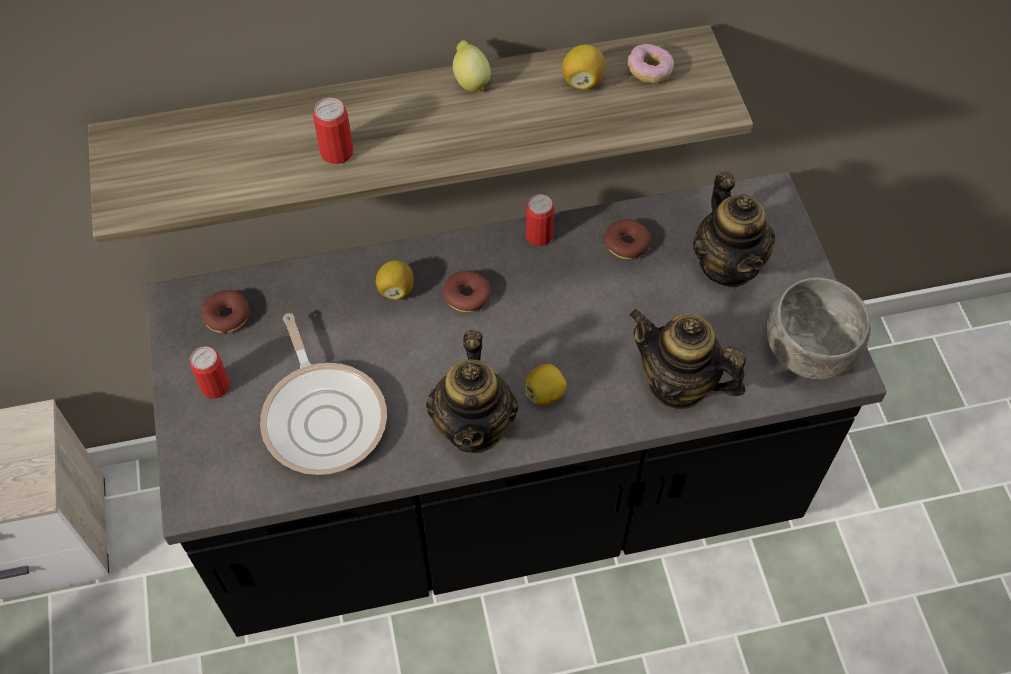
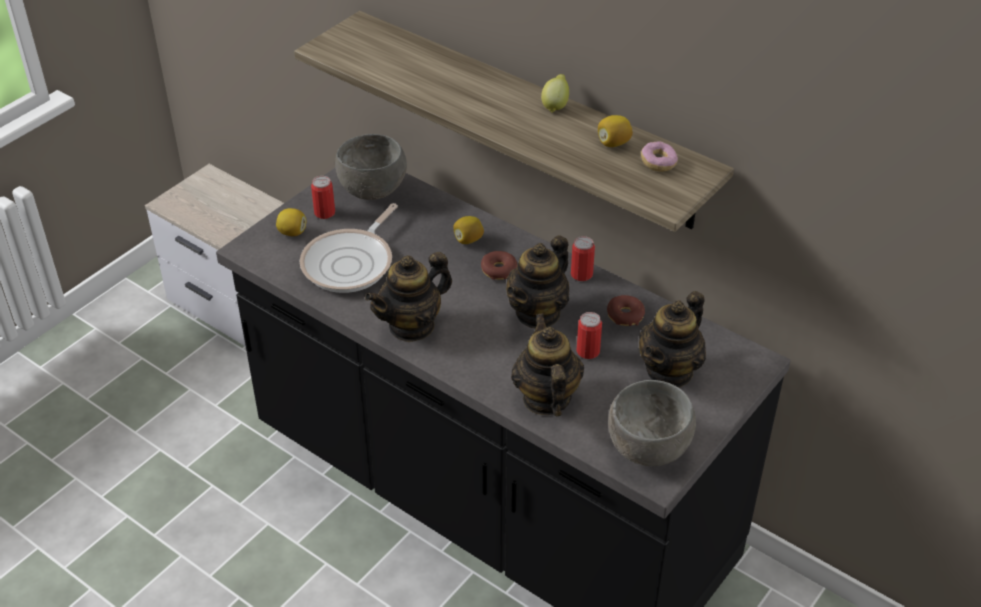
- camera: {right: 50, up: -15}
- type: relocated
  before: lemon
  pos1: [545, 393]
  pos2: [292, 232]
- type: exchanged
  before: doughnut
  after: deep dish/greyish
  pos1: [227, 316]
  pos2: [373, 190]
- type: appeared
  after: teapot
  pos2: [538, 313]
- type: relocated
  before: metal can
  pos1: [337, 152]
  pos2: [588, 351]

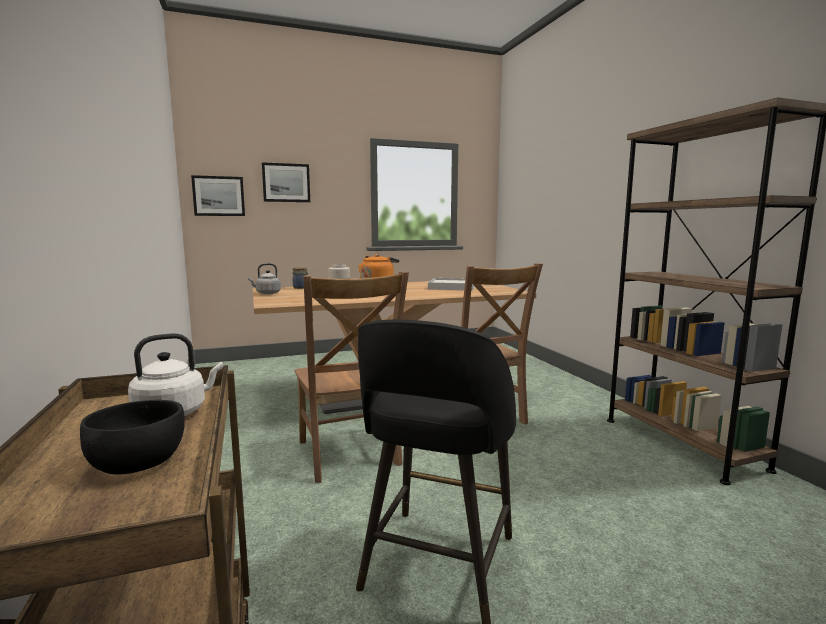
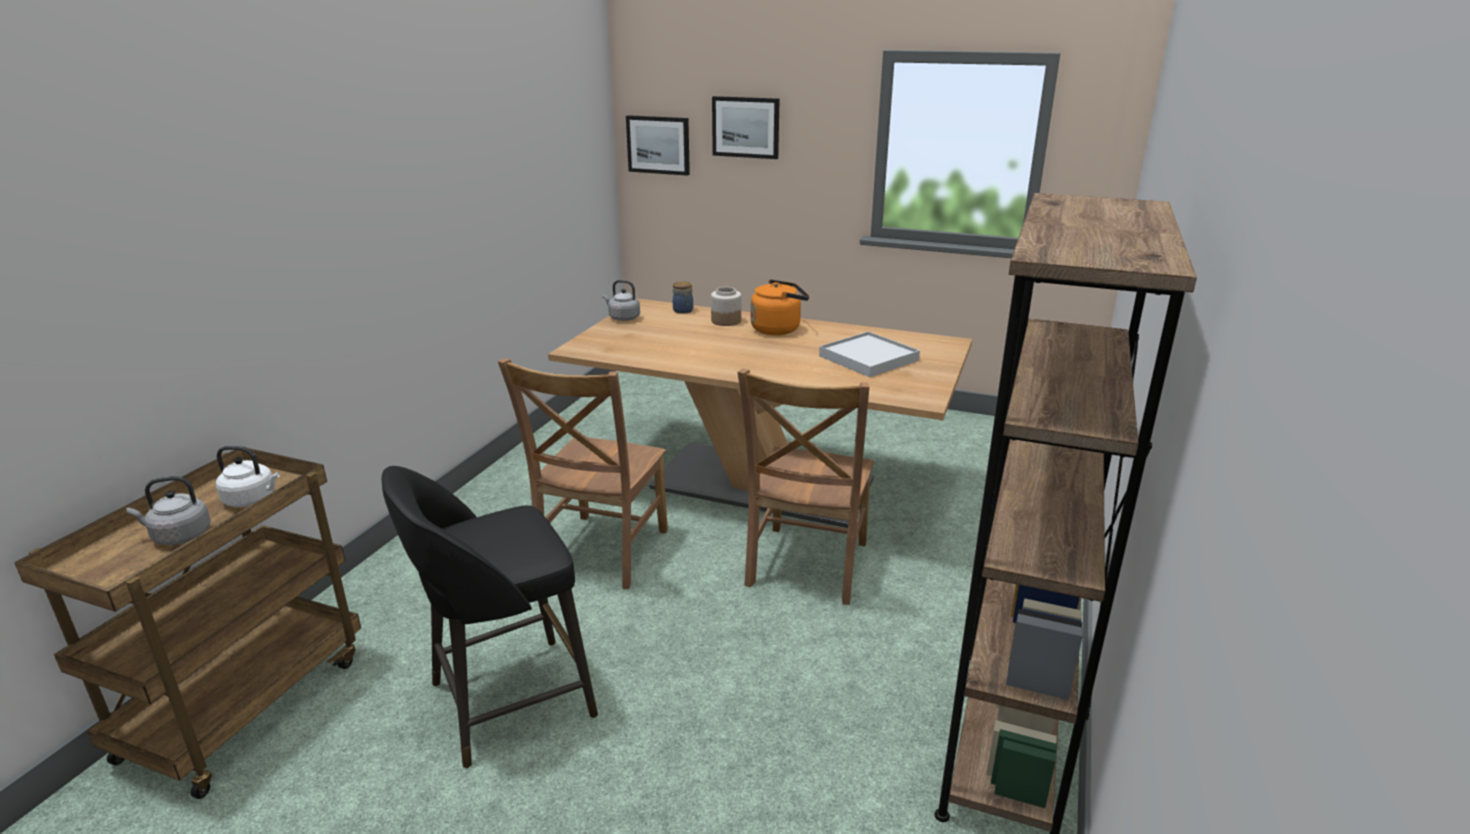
- camera: {right: 40, up: 15}
- type: exchanged
  before: deep dish/black-coloured
  after: water kettle/greyish
  pos1: [138, 461]
  pos2: [179, 536]

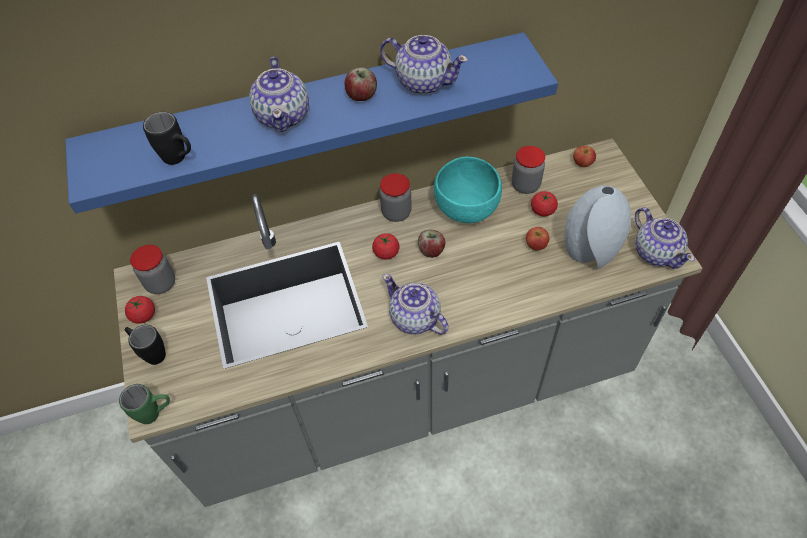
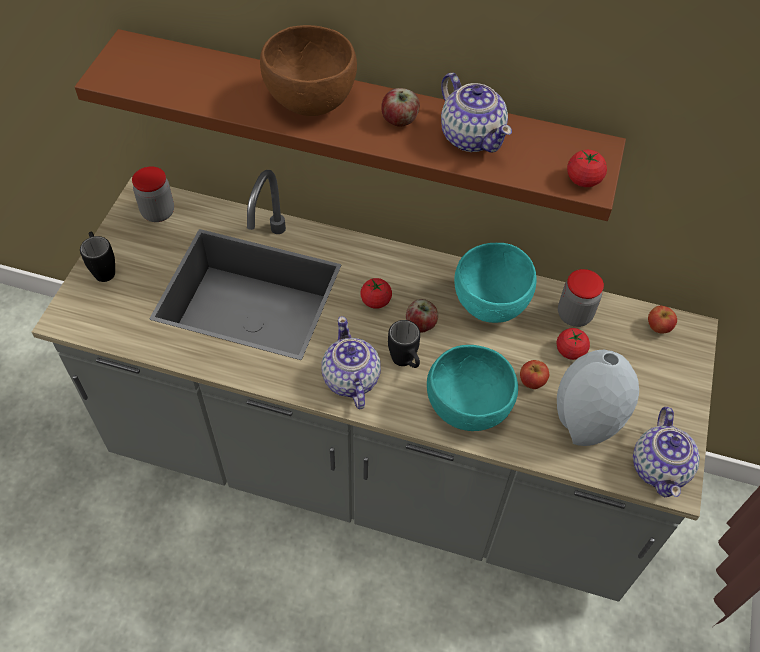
- camera: {right: 30, up: 0}
- type: colour
  before: shelf/bluish
  after: shelf/brownish
  pos1: [311, 114]
  pos2: [360, 117]
- type: exchanged
  before: teapot
  after: deep dish/brownish
  pos1: [283, 115]
  pos2: [312, 102]
- type: relocated
  before: tea mug/black-coloured
  pos1: [180, 159]
  pos2: [405, 363]
- type: appeared
  after: deep dish/turquoise
  pos2: [468, 409]
- type: relocated
  before: tomato
  pos1: [144, 315]
  pos2: [583, 180]
- type: missing
  before: tea mug/greenish
  pos1: [156, 413]
- type: missing
  before: storage jar
  pos1: [396, 212]

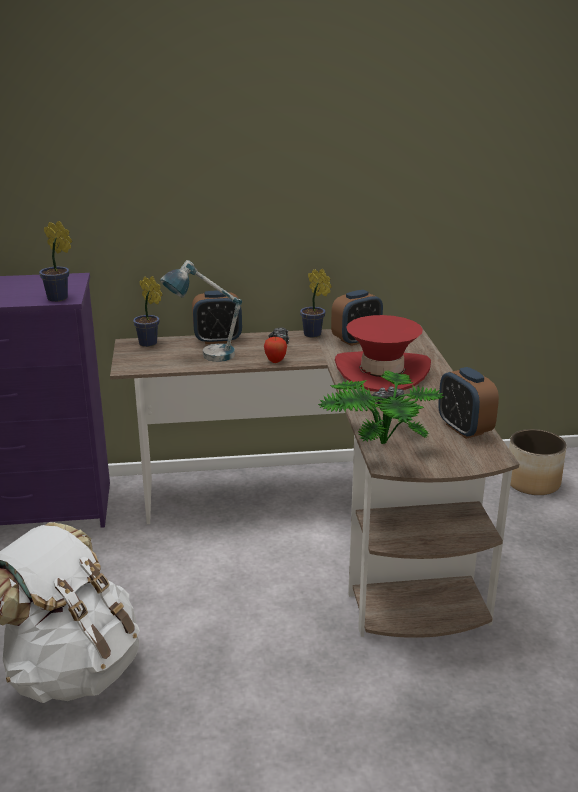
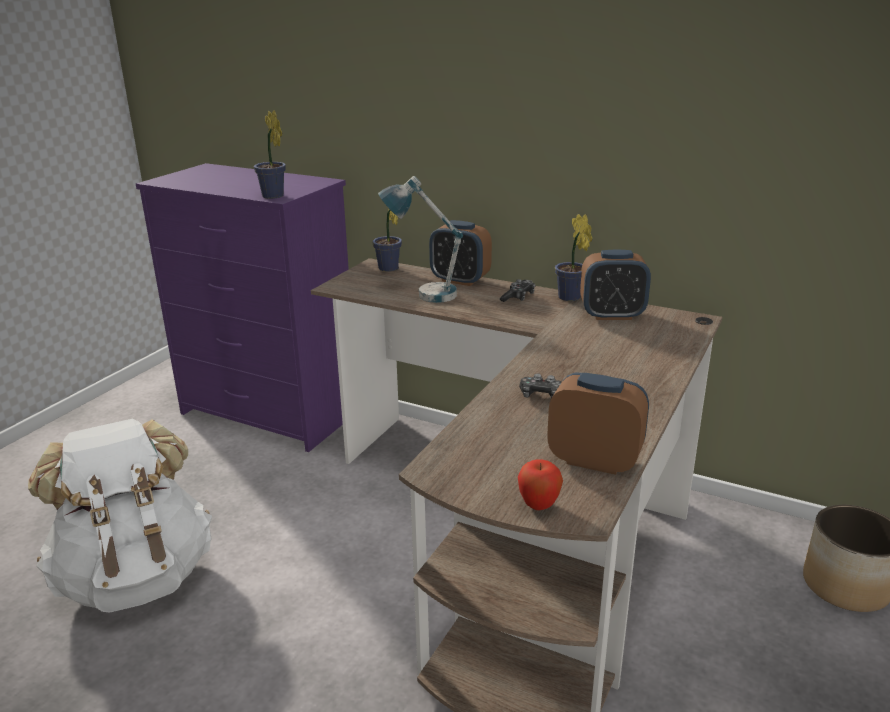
- camera: {right: 35, up: 0}
- type: relocated
  before: whole apple
  pos1: [275, 361]
  pos2: [539, 505]
- type: spun
  before: bedside clock
  pos1: [464, 429]
  pos2: [594, 460]
  turn: 105
- type: missing
  before: plant in a pot
  pos1: [376, 446]
- type: missing
  before: wearable hat/red-coloured
  pos1: [382, 372]

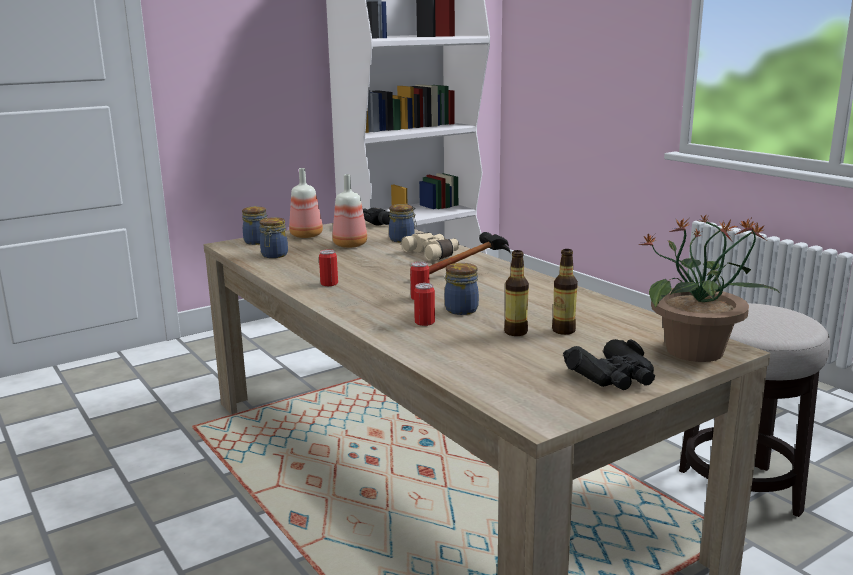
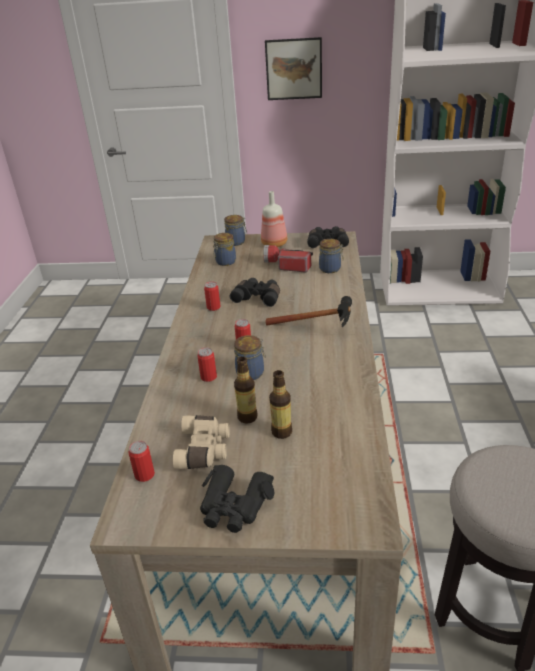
- camera: {right: 40, up: 15}
- type: appeared
  after: metal can
  pos2: [144, 475]
- type: relocated
  before: field glasses/beige
  pos1: [433, 254]
  pos2: [205, 449]
- type: appeared
  after: field glasses/black-coloured
  pos2: [258, 297]
- type: exchanged
  before: bottle
  after: flashlight
  pos1: [351, 245]
  pos2: [287, 265]
- type: appeared
  after: wall picture
  pos2: [294, 69]
- type: missing
  before: plant in a pot
  pos1: [696, 351]

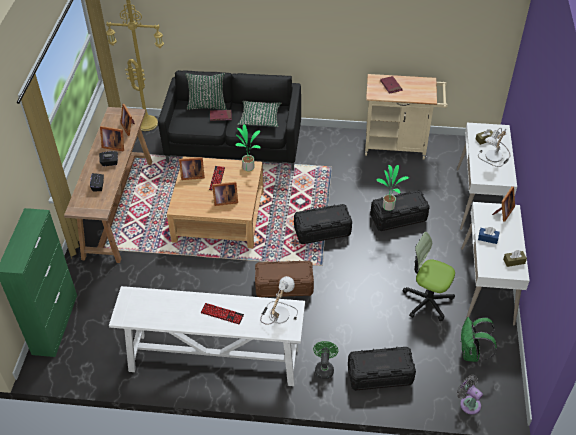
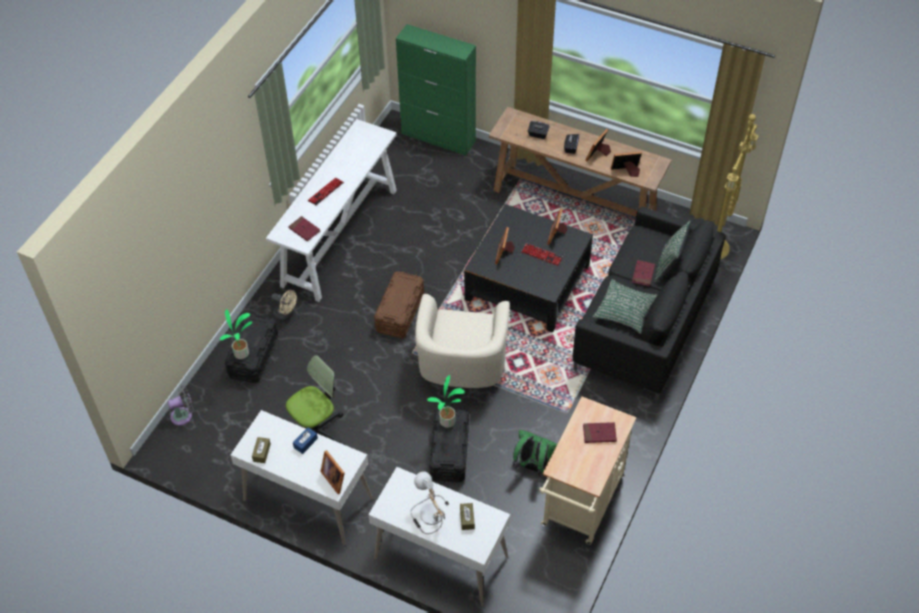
- camera: {right: 110, up: 5}
- type: relocated
  before: plant in a pot
  pos1: [248, 166]
  pos2: [242, 354]
- type: colour
  before: electric fan/greenish
  after: electric fan/beige
  pos1: [324, 368]
  pos2: [286, 315]
- type: exchanged
  before: table lamp
  after: volume/red-coloured
  pos1: [277, 313]
  pos2: [304, 230]
- type: exchanged
  before: storage bin/black-coloured
  after: lounge chair/beige
  pos1: [322, 231]
  pos2: [461, 369]
- type: colour
  before: low table/beige
  after: low table/black-coloured
  pos1: [218, 215]
  pos2: [527, 282]
- type: relocated
  before: knapsack/greenish
  pos1: [471, 353]
  pos2: [533, 466]

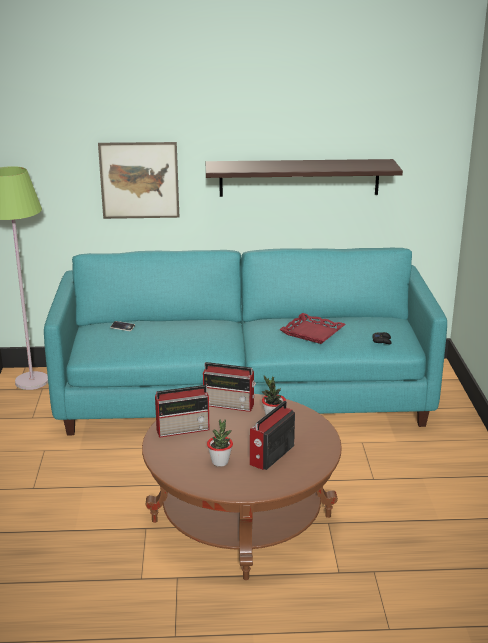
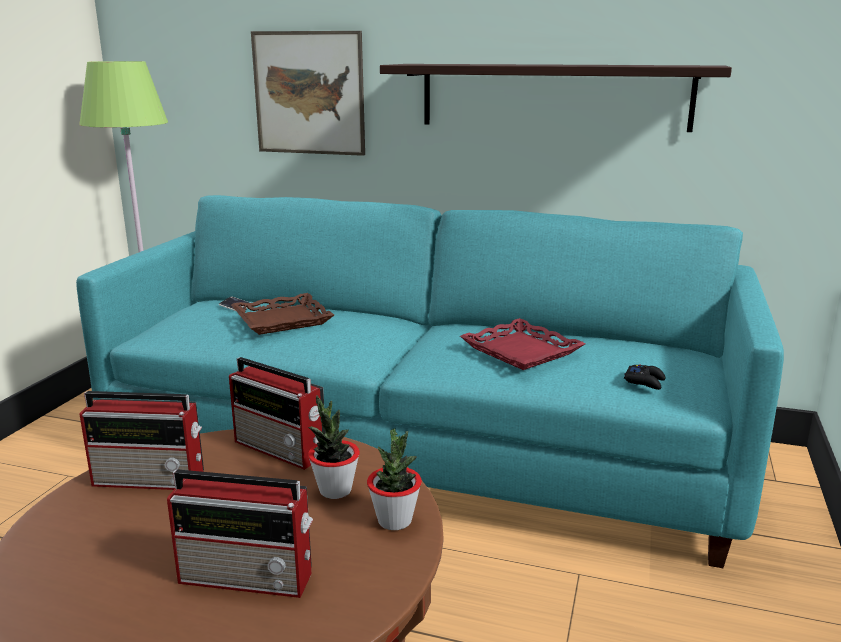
- camera: {right: 20, up: -5}
- type: spun
  before: radio
  pos1: [271, 455]
  pos2: [249, 577]
  turn: -135
- type: appeared
  after: carrying tray/brownish
  pos2: [282, 320]
- type: relocated
  before: plant in a pot
  pos1: [220, 462]
  pos2: [394, 521]

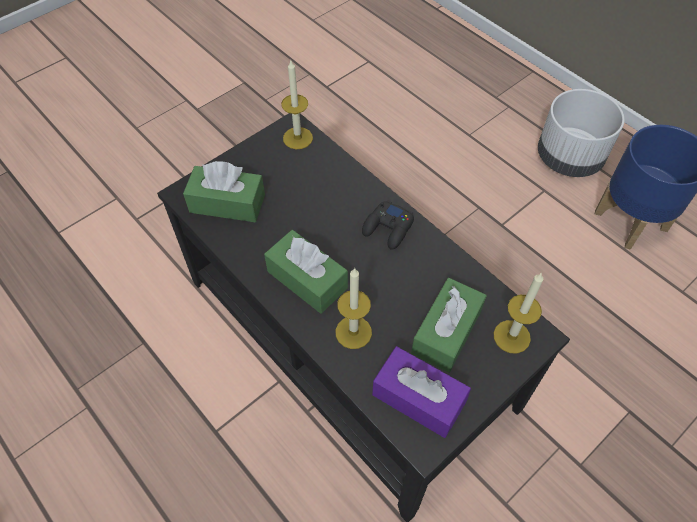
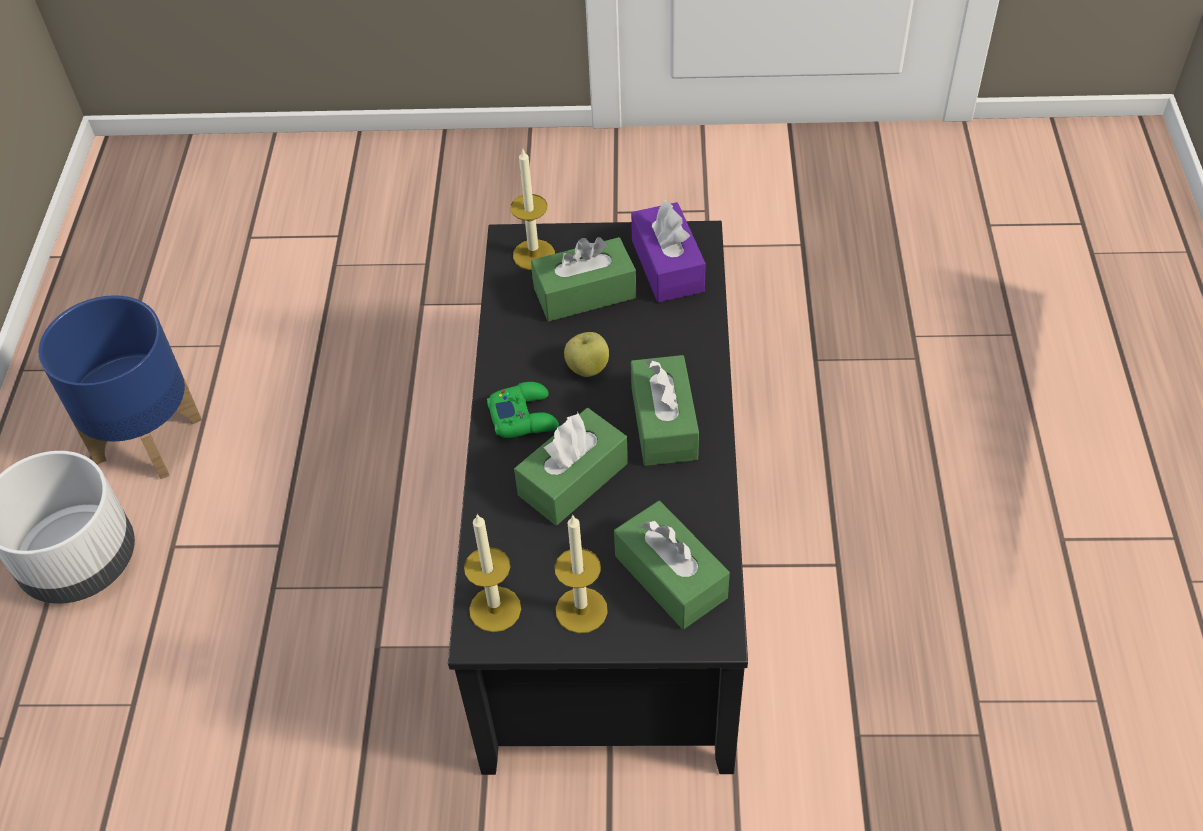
- camera: {right: -135, up: -5}
- type: colour
  before: gamepad/black-coloured
  after: gamepad/greenish
  pos1: [388, 228]
  pos2: [524, 416]
- type: appeared
  after: box of tissues/greenish
  pos2: [573, 479]
- type: relocated
  before: wax candle
  pos1: [353, 332]
  pos2: [581, 610]
- type: appeared
  after: whole apple
  pos2: [587, 368]

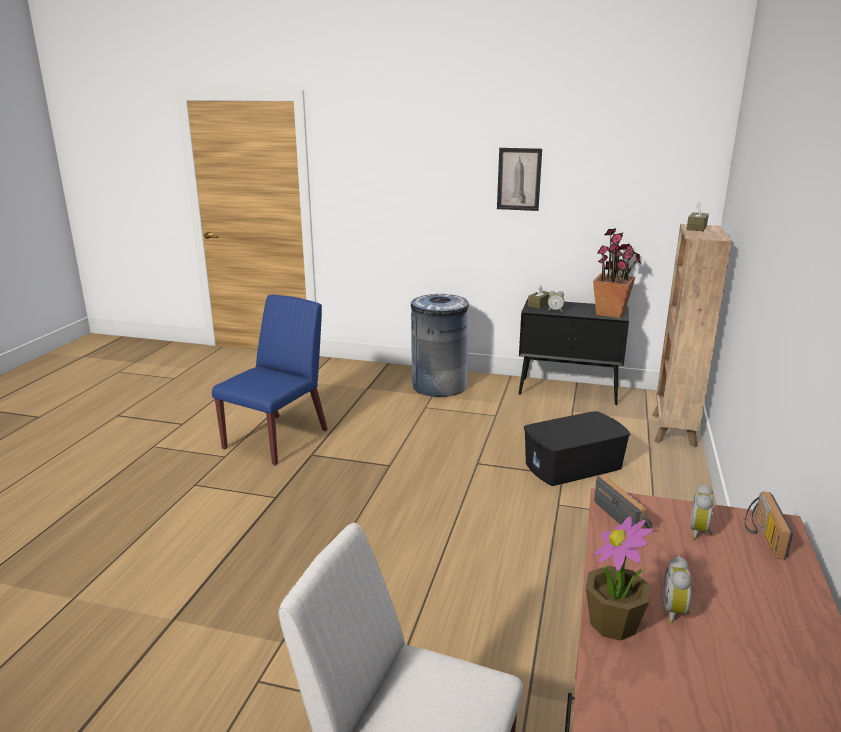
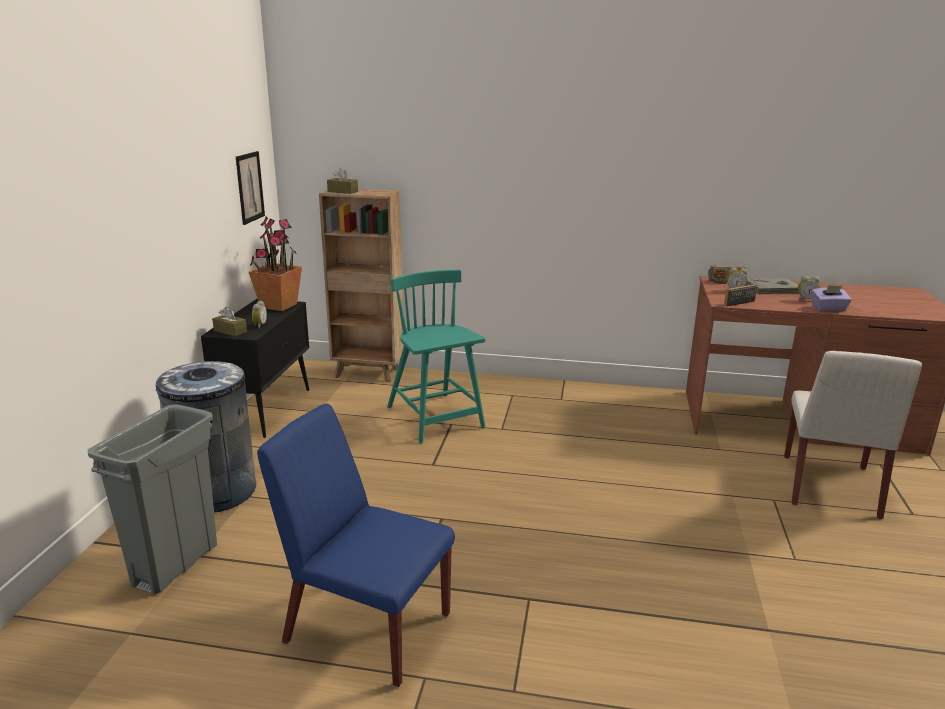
- camera: {right: -95, up: 0}
- type: appeared
  after: waste bin/greyish
  pos2: [176, 564]
- type: relocated
  before: wall picture
  pos1: [519, 179]
  pos2: [250, 187]
- type: exchanged
  before: storage bin/black-coloured
  after: upright chair/turquoise
  pos1: [573, 466]
  pos2: [435, 418]
- type: appeared
  after: volume/greyish
  pos2: [773, 289]
- type: exchanged
  before: plant in a pot
  after: box of tissues/purple
  pos1: [613, 623]
  pos2: [828, 309]

